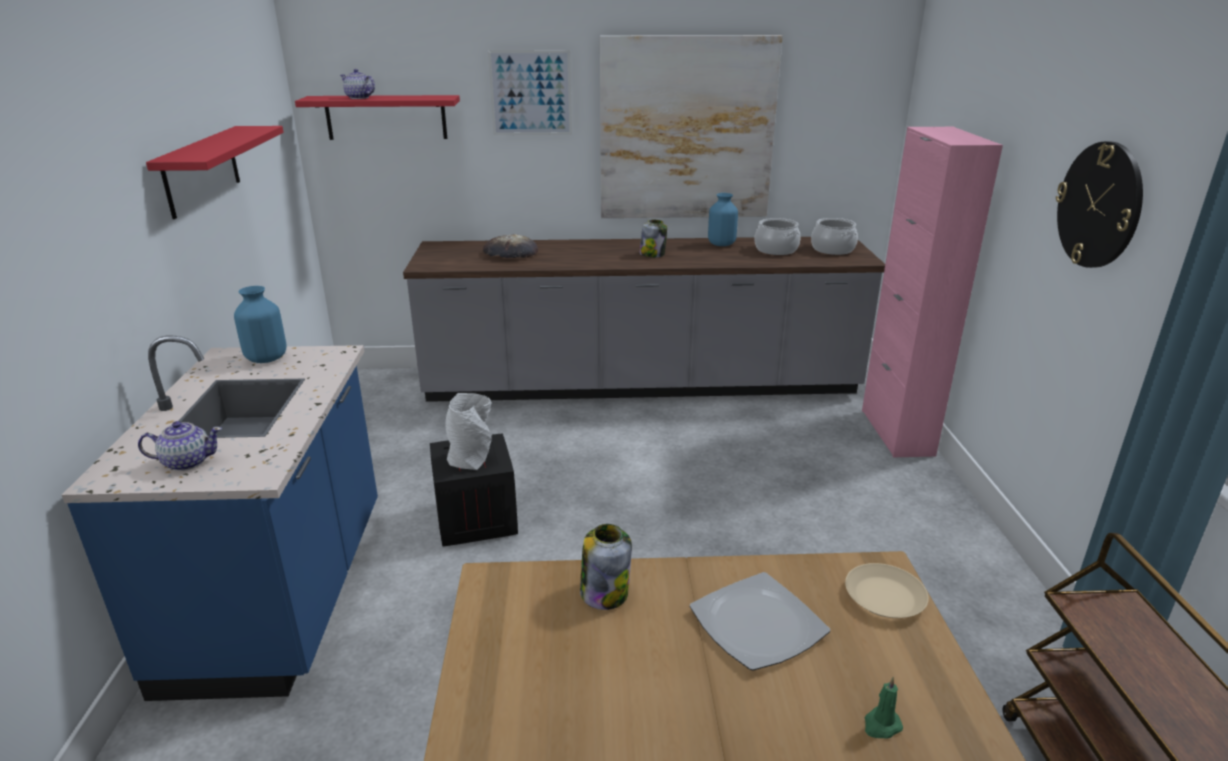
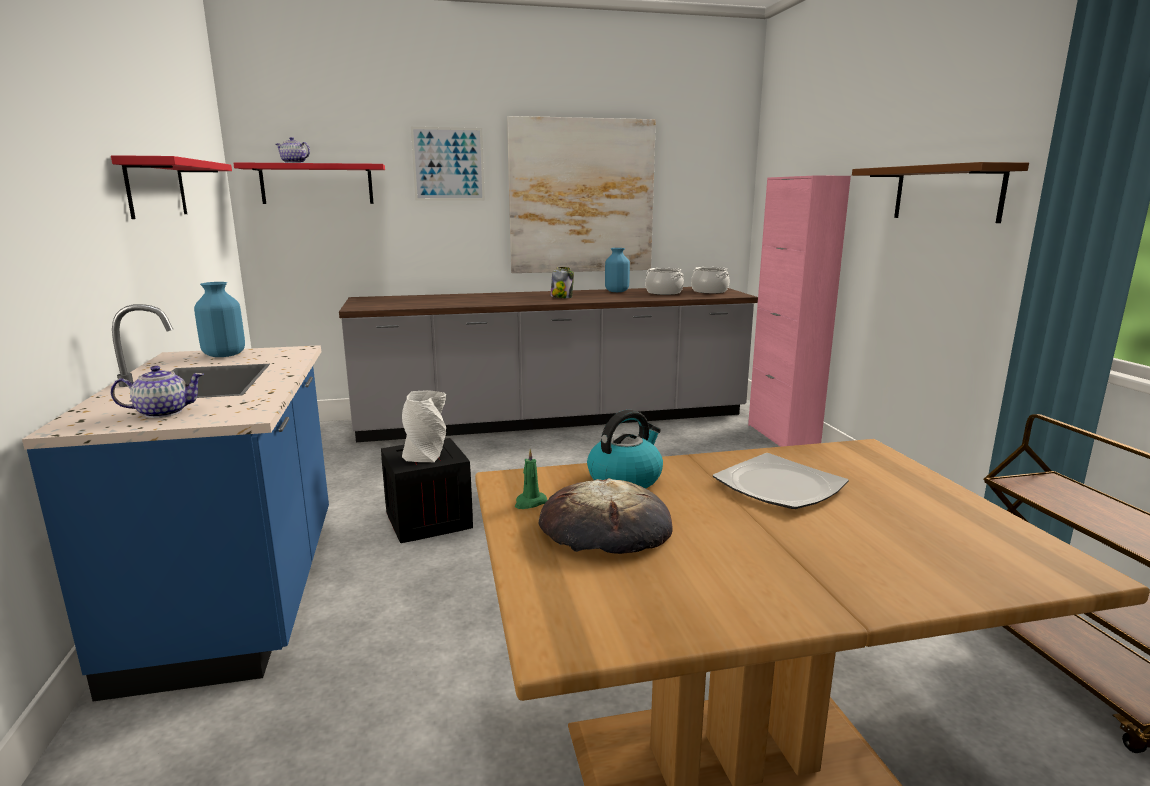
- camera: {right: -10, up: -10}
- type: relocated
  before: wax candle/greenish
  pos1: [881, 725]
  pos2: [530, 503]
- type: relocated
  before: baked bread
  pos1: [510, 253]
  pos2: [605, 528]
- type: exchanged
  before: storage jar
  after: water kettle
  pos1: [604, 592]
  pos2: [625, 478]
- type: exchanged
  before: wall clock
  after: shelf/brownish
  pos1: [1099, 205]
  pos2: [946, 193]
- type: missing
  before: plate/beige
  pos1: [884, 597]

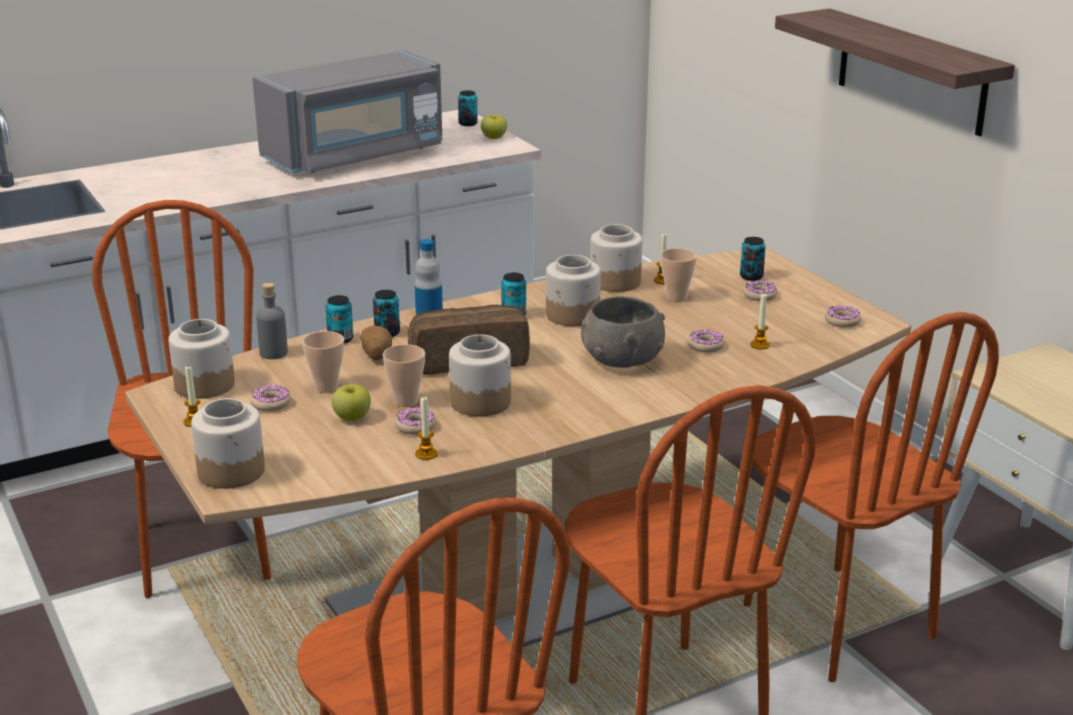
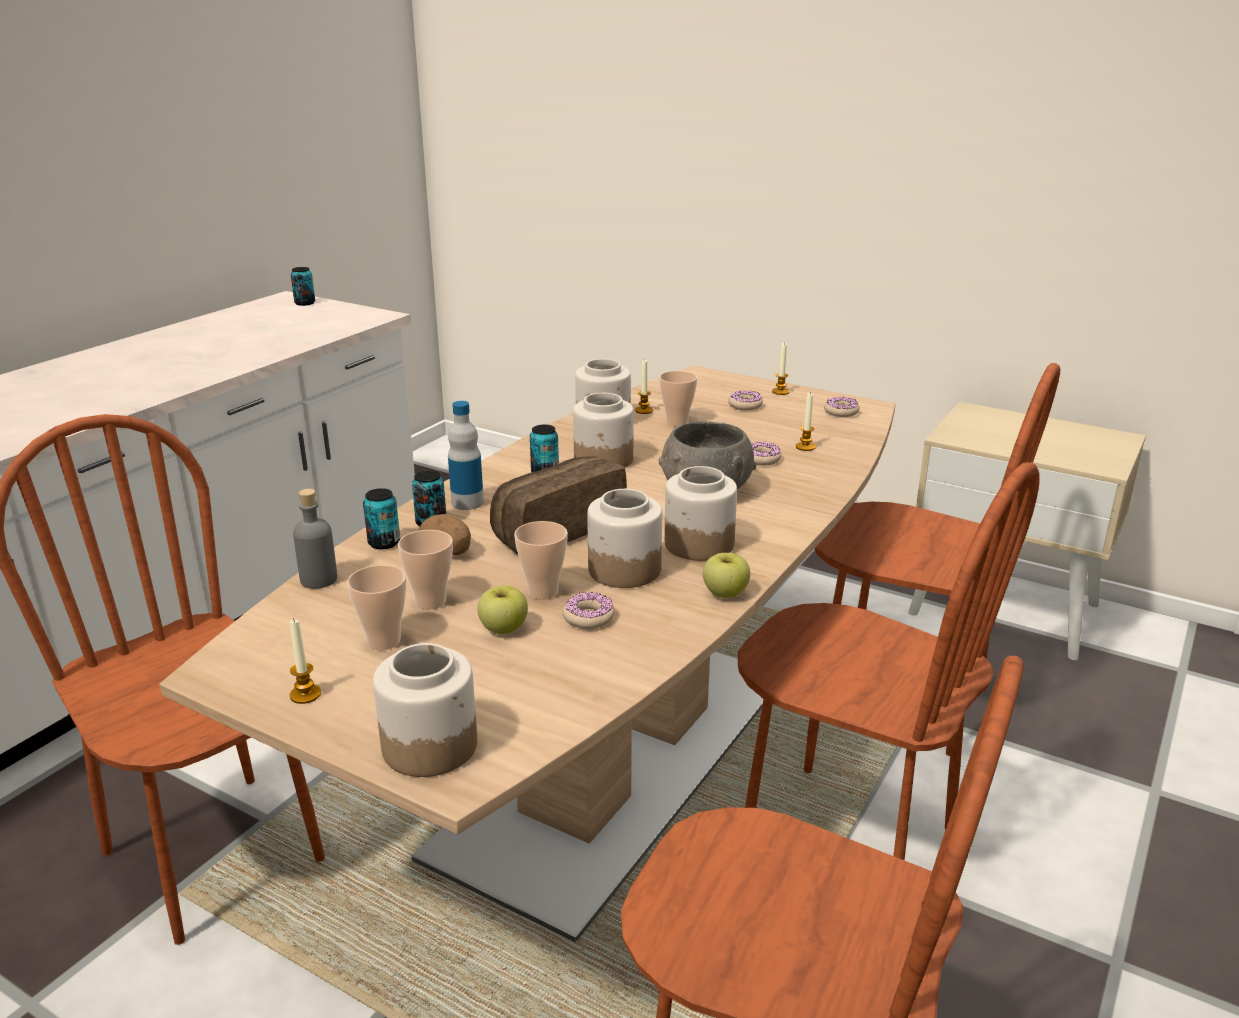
- camera: {right: -30, up: 0}
- type: exchanged
  before: doughnut
  after: drinking cup
  pos1: [271, 404]
  pos2: [383, 641]
- type: relocated
  before: storage jar
  pos1: [204, 385]
  pos2: [698, 544]
- type: relocated
  before: whole apple
  pos1: [494, 138]
  pos2: [725, 593]
- type: relocated
  before: wax candle
  pos1: [426, 454]
  pos2: [780, 392]
- type: missing
  before: kitchen microwave/greyish
  pos1: [355, 156]
- type: missing
  before: metal can
  pos1: [751, 277]
- type: missing
  before: shelf
  pos1: [911, 71]

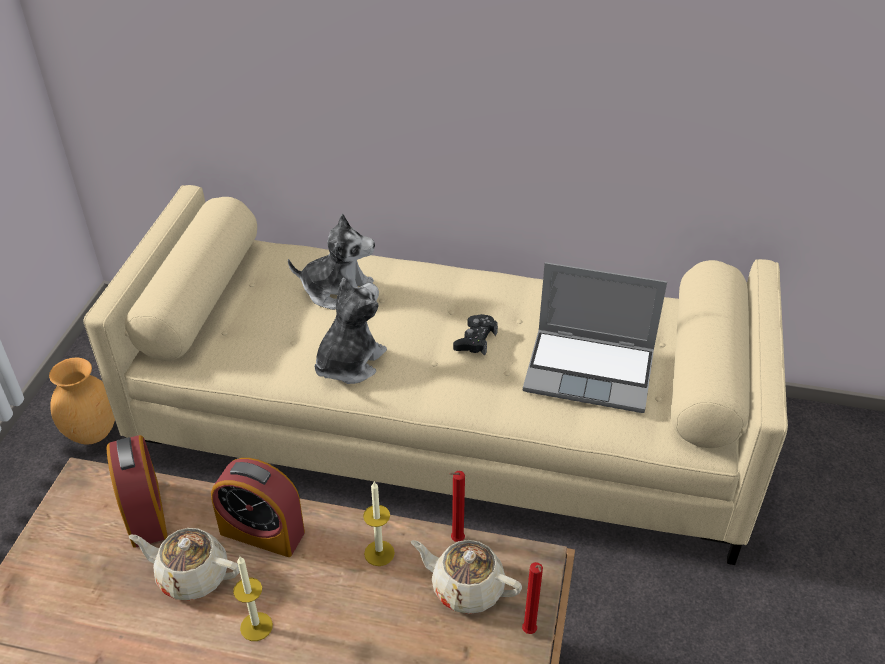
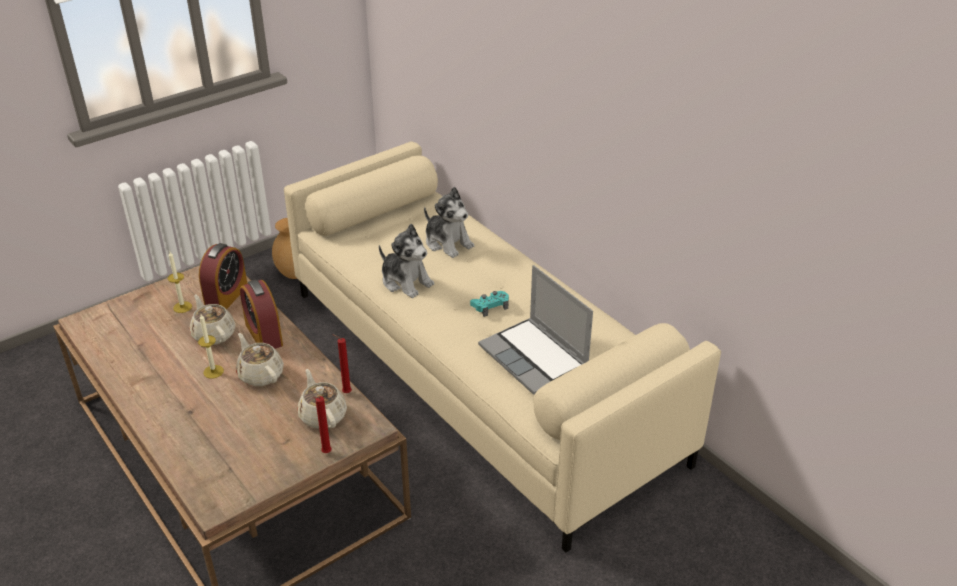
- camera: {right: 40, up: -5}
- type: relocated
  before: wax candle
  pos1: [379, 553]
  pos2: [182, 307]
- type: appeared
  after: teapot/beige
  pos2: [260, 374]
- type: spun
  before: cuddly toy
  pos1: [349, 362]
  pos2: [406, 282]
  turn: 60
- type: colour
  before: gamepad/black-coloured
  after: gamepad/turquoise
  pos1: [475, 340]
  pos2: [490, 306]

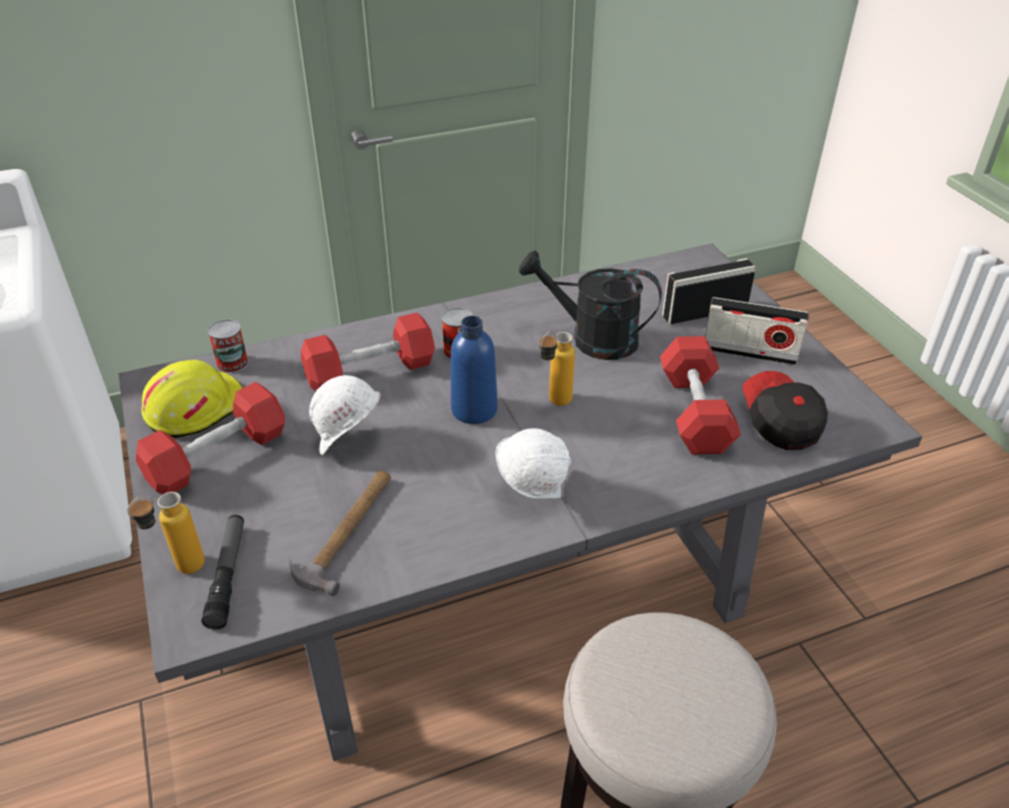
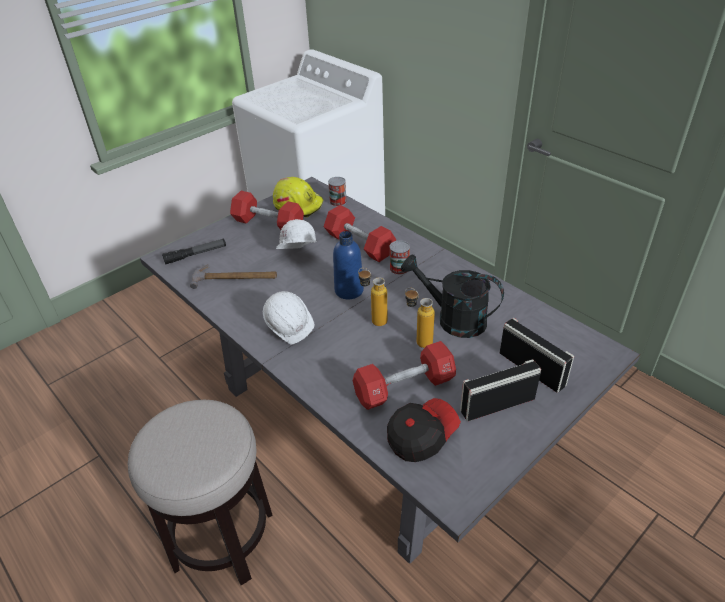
- camera: {right: 70, up: 0}
- type: spun
  before: watering pot/black-coloured
  pos1: [592, 339]
  pos2: [453, 319]
  turn: -60
- type: relocated
  before: bottle
  pos1: [180, 570]
  pos2: [418, 341]
- type: spun
  before: radio
  pos1: [749, 352]
  pos2: [497, 404]
  turn: 75

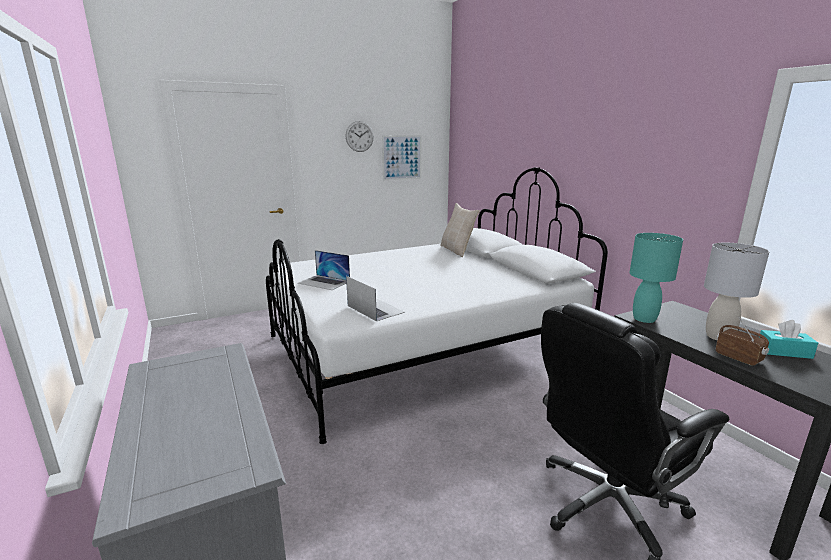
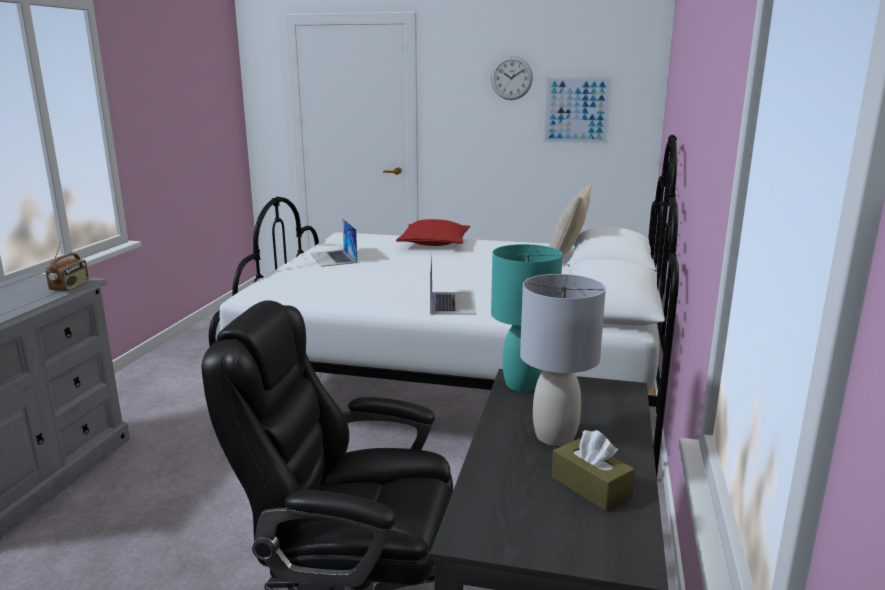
- camera: {right: 40, up: 0}
- type: relocated
  before: radio
  pos1: [738, 357]
  pos2: [70, 287]
- type: appeared
  after: cushion/red-coloured
  pos2: [434, 243]
- type: relocated
  before: notebook computer
  pos1: [375, 309]
  pos2: [452, 303]
- type: colour
  before: box of tissues/turquoise
  after: box of tissues/brownish
  pos1: [784, 351]
  pos2: [590, 487]

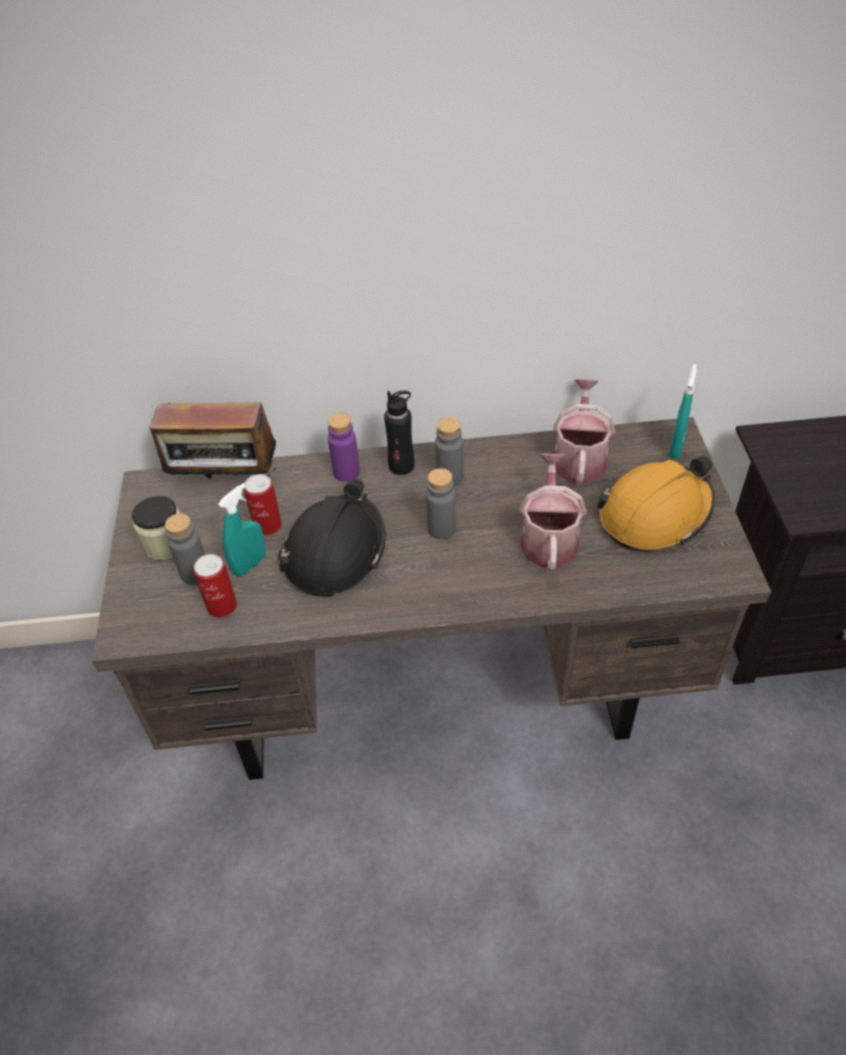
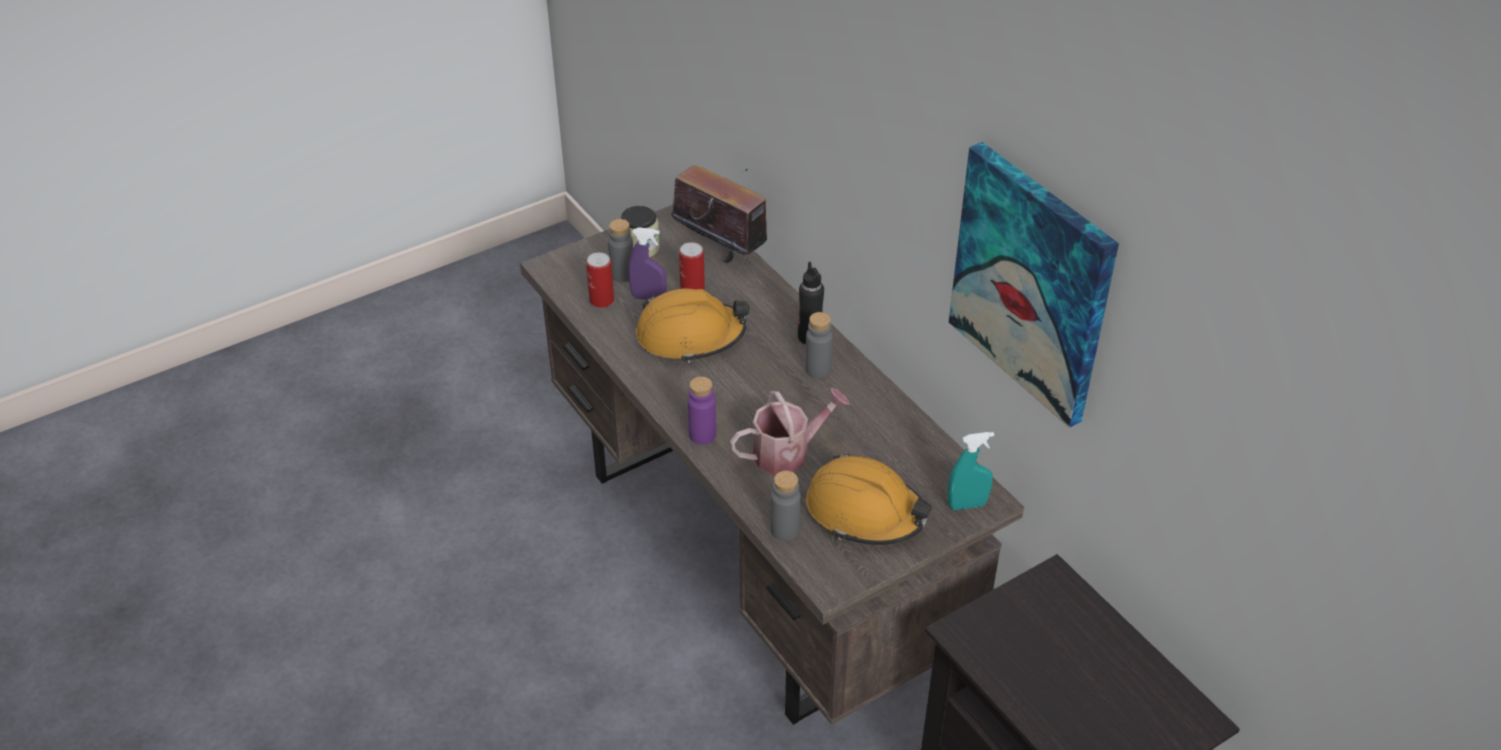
- camera: {right: 60, up: -5}
- type: colour
  before: spray bottle/turquoise
  after: spray bottle/purple
  pos1: [250, 564]
  pos2: [648, 297]
- type: colour
  before: safety helmet/black-coloured
  after: safety helmet/orange-coloured
  pos1: [335, 552]
  pos2: [690, 336]
- type: spun
  before: radio
  pos1: [226, 483]
  pos2: [720, 250]
  turn: 150
- type: relocated
  before: bottle/purple
  pos1: [346, 472]
  pos2: [702, 435]
- type: relocated
  before: bottle/greyish
  pos1: [441, 528]
  pos2: [784, 530]
- type: appeared
  after: wall picture
  pos2: [1032, 283]
- type: missing
  before: watering pot
  pos1: [579, 458]

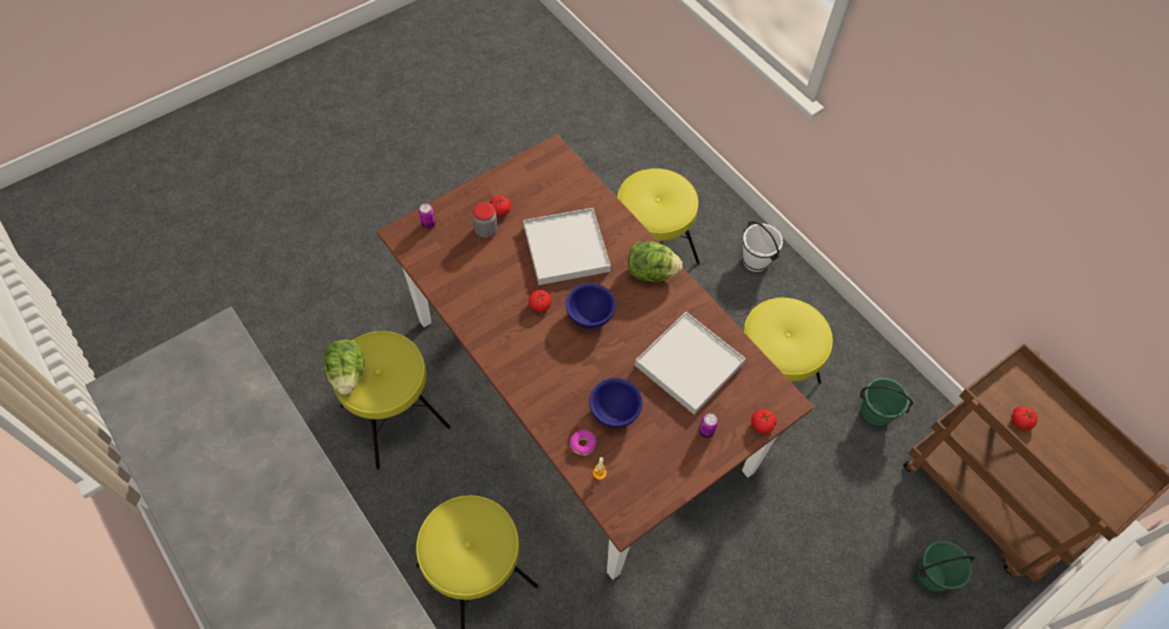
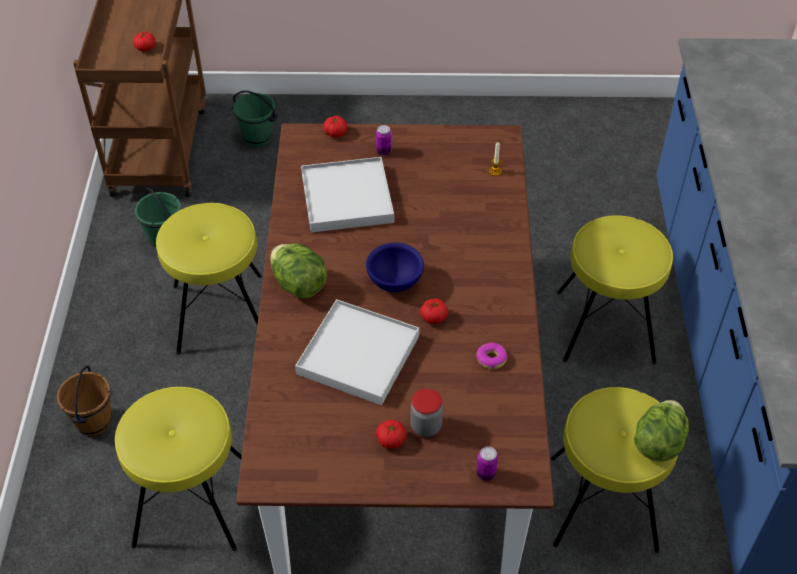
- camera: {right: -140, up: -10}
- type: colour
  before: bucket/white
  after: bucket/brownish
  pos1: [755, 261]
  pos2: [93, 422]
- type: relocated
  before: doughnut
  pos1: [583, 444]
  pos2: [491, 359]
- type: missing
  before: deep dish/bluish
  pos1: [613, 412]

